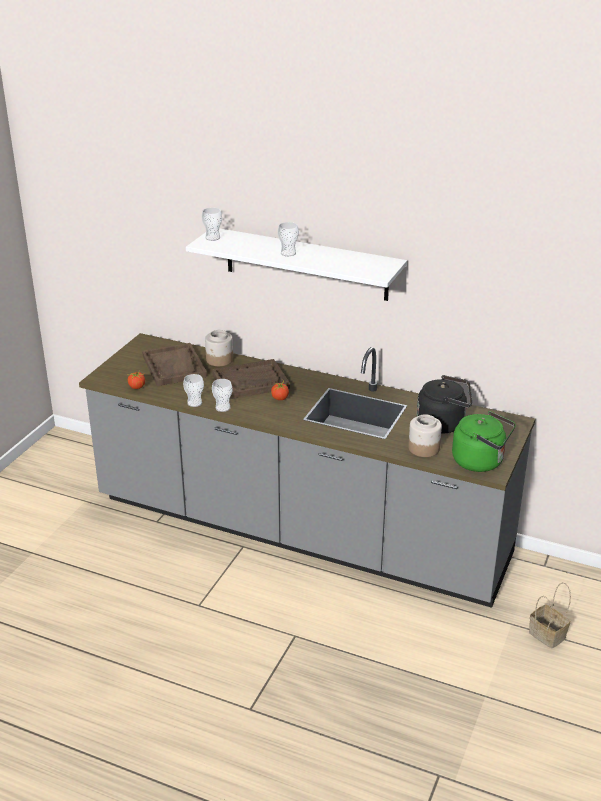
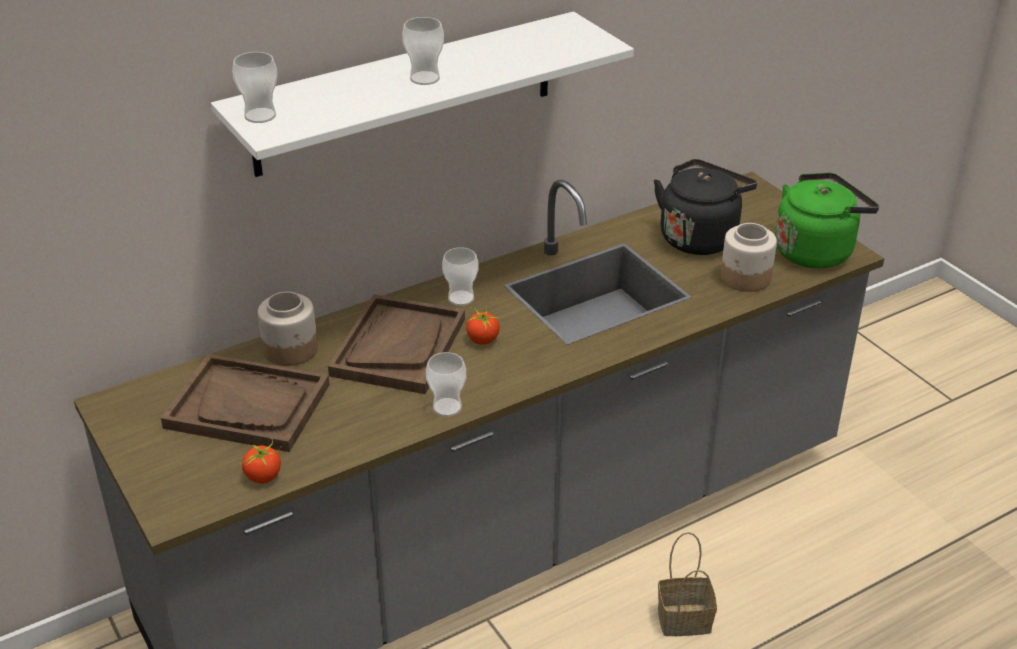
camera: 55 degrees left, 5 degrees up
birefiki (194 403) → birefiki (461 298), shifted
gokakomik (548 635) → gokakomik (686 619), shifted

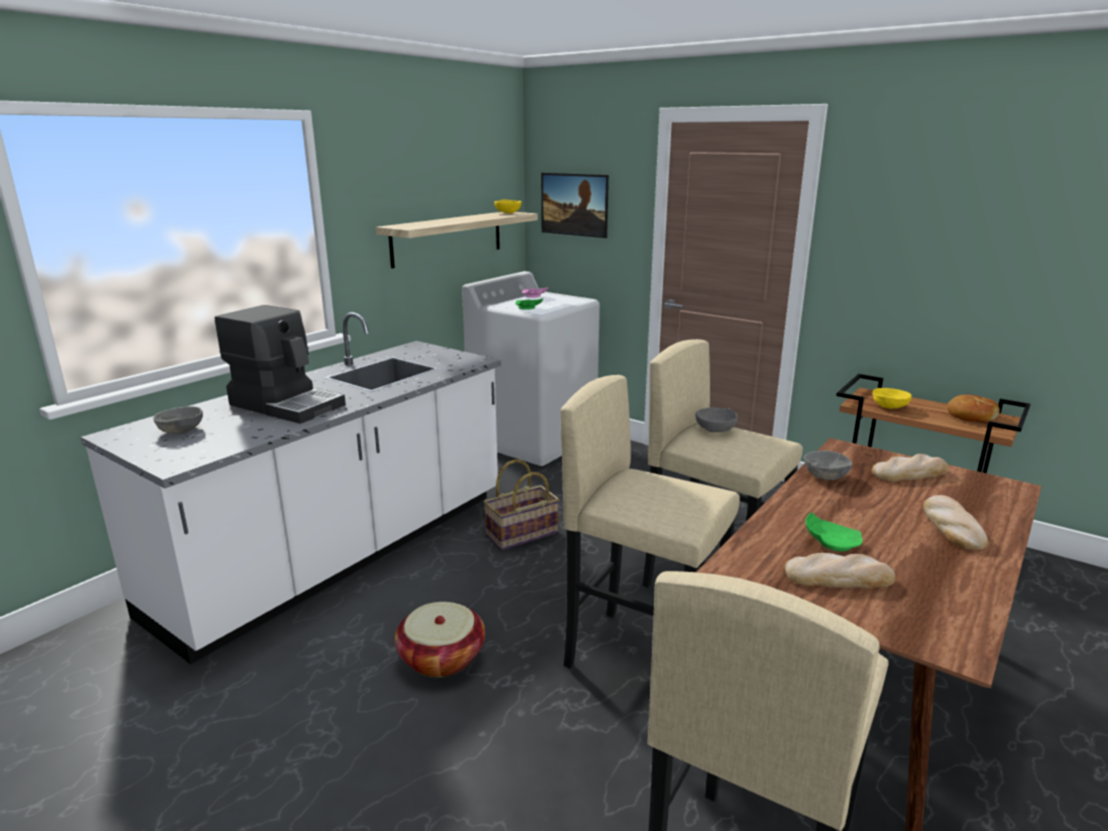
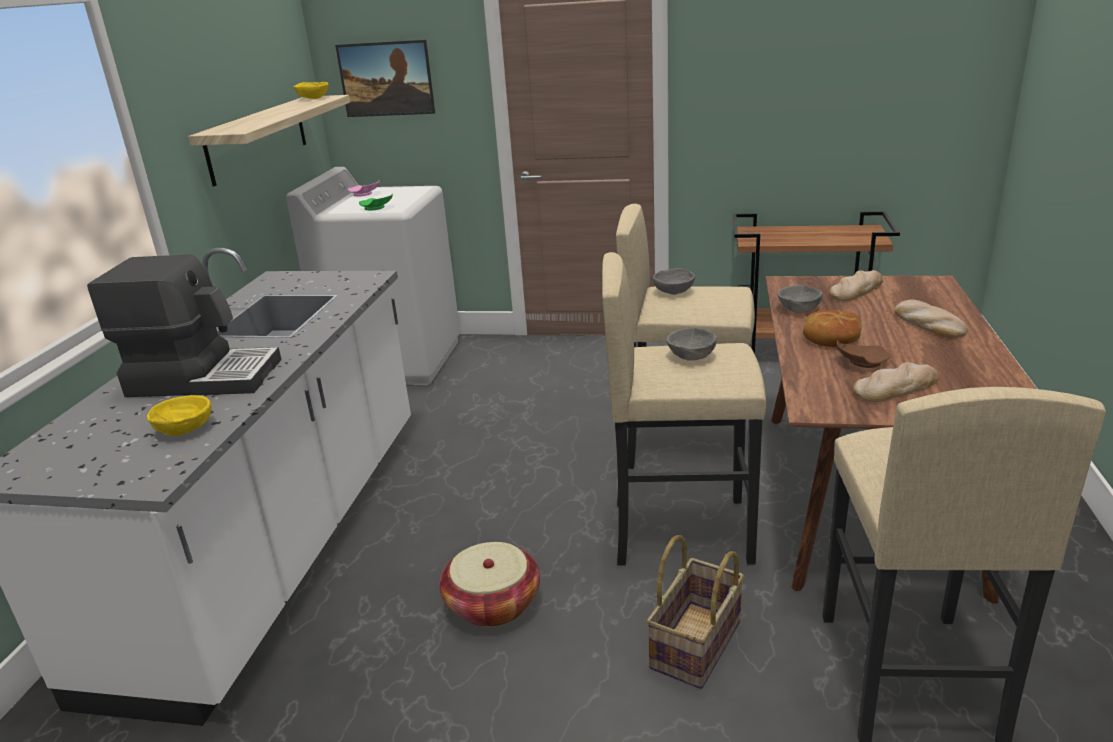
camera: 25 degrees left, 5 degrees up
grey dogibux (181 431) → grey dogibux (691 356), shifted
gokakomik (522 534) → gokakomik (697 645), shifted
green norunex (830 542) → brown norunex (861 362)
yellow dogibux (889 407) → yellow dogibux (185 429), shifted
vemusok (970 416) → vemusok (831 337), shifted

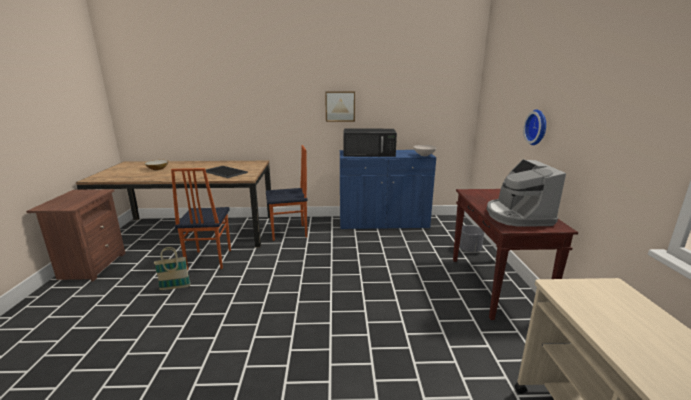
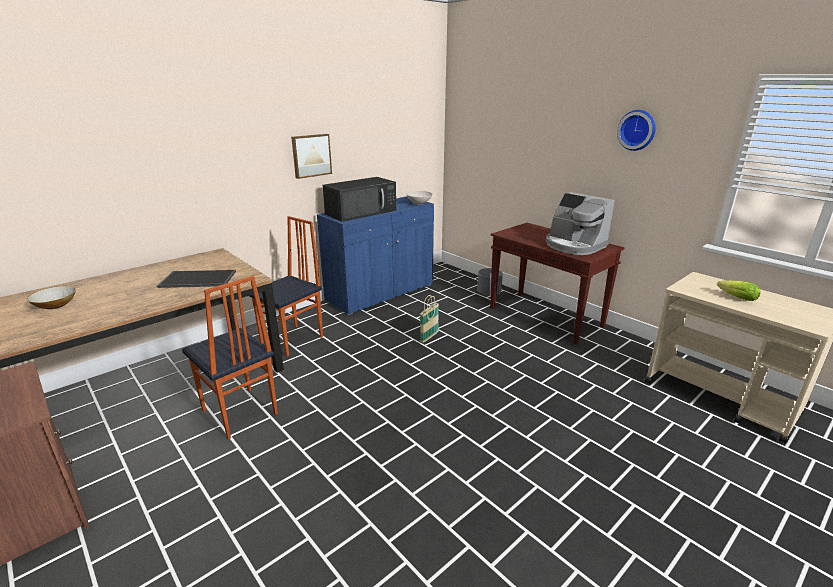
camera: 40 degrees left, 5 degrees up
gokakomik (175 287) → gokakomik (429 337), shifted
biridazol (537 127) → biridazol (637 130), shifted
- → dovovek (735 297)

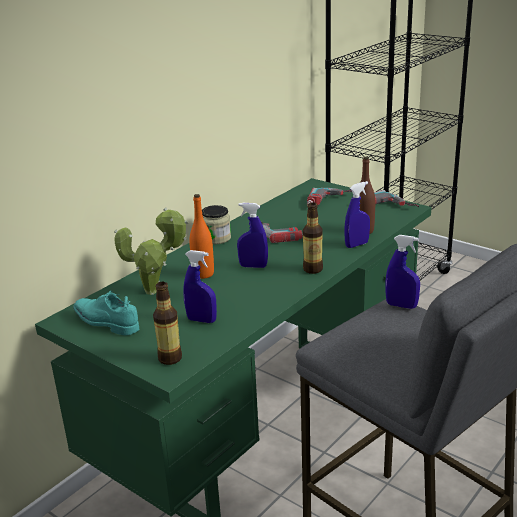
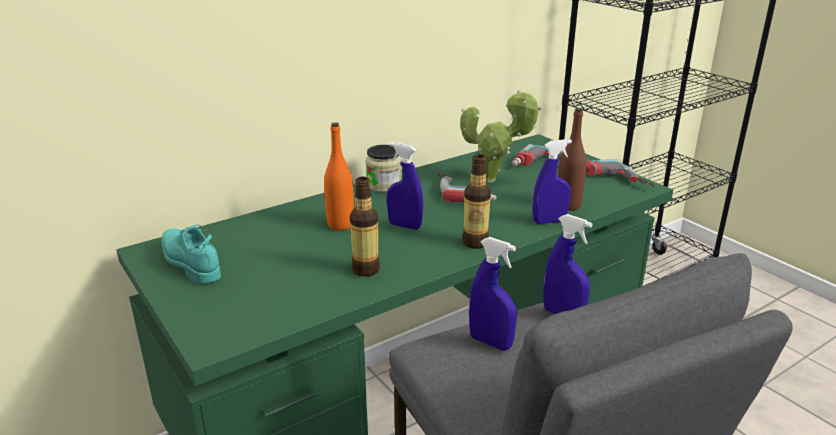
camera: 15 degrees right, 0 degrees up
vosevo (155 291) → vosevo (494 180), shifted
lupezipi (170 358) → lupezipi (365 269), shifted
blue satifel (201 320) → blue satifel (490 342), shifted

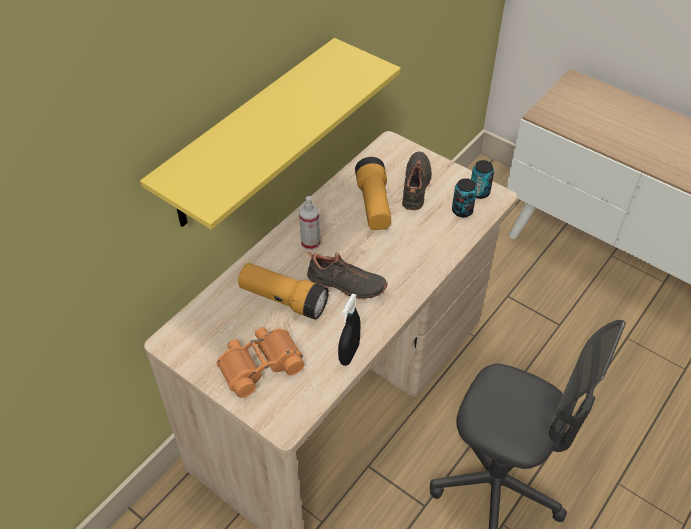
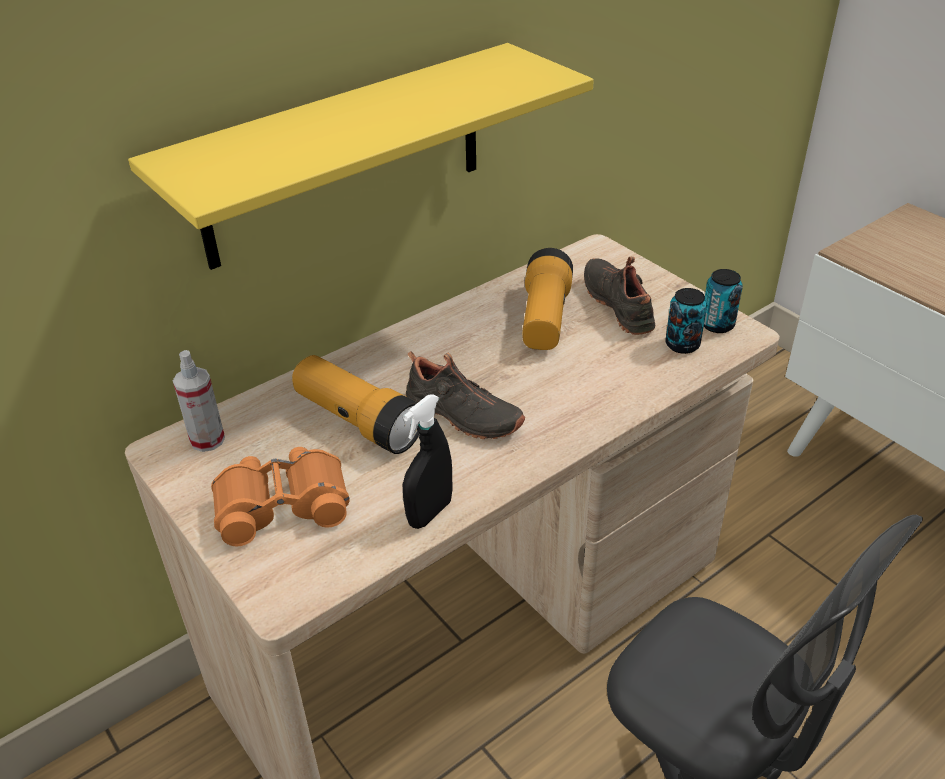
camera: 15 degrees right, 10 degrees down
satifel (310 243) → satifel (207 440), shifted
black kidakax (417 186) → black kidakax (620 304), 45 degrees counterclockwise

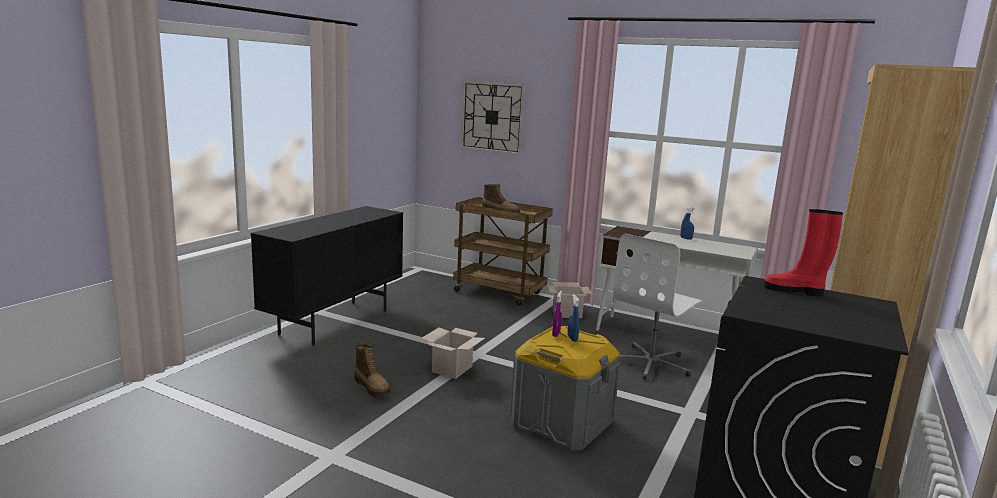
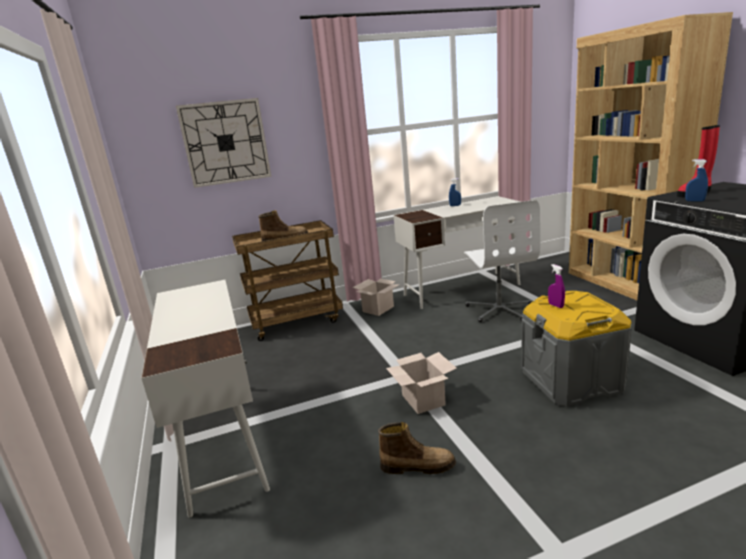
camera: 45 degrees left, 5 degrees up
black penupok (335 322) → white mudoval (222 439)
blue satifel (572 339) → blue satifel (694 201), shifted

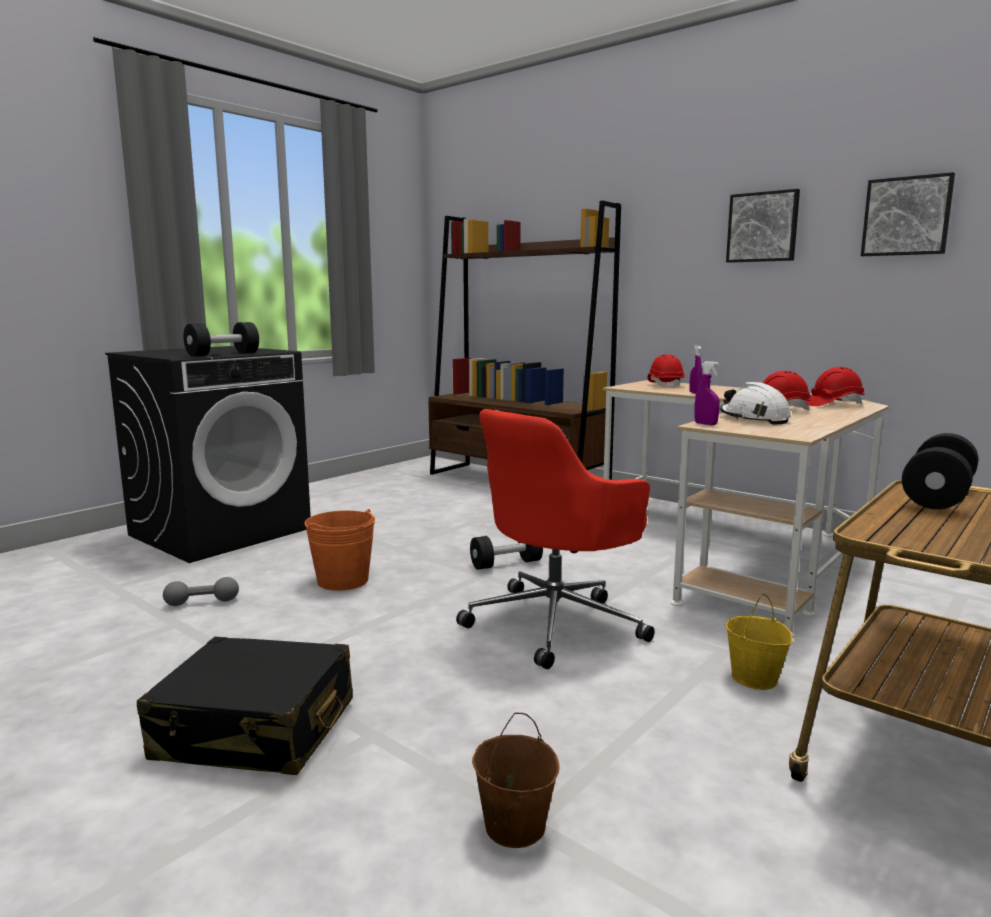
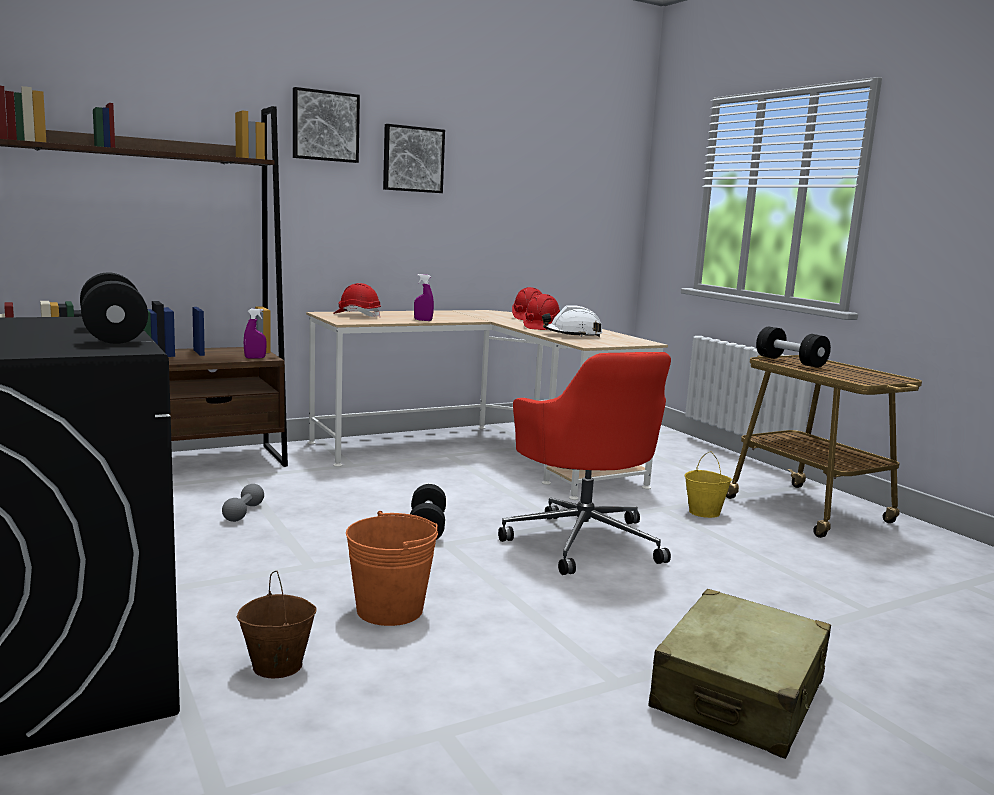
camera: 70 degrees left, 0 degrees up
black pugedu (256 730) → beige pugedu (739 695)
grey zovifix (202 602) → grey zovifix (243 513), shifted
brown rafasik (514 826) → brown rafasik (276 666), shifted
purple satifel (705 424) → purple satifel (255 358), shifted
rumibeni (907 216) → rumibeni (325 126), shifted

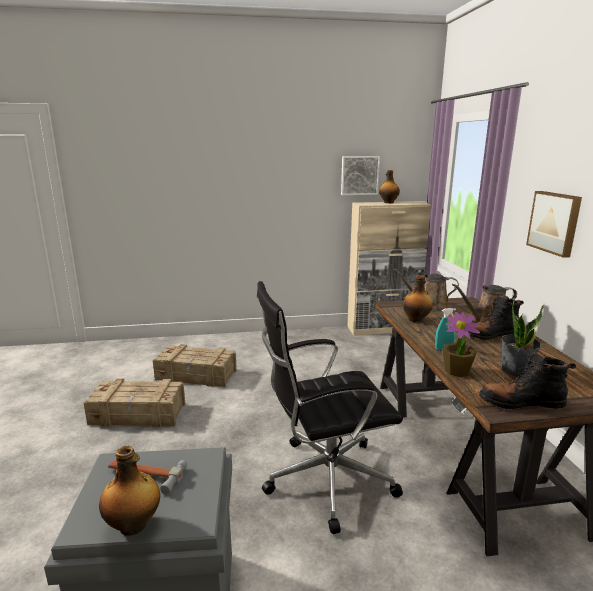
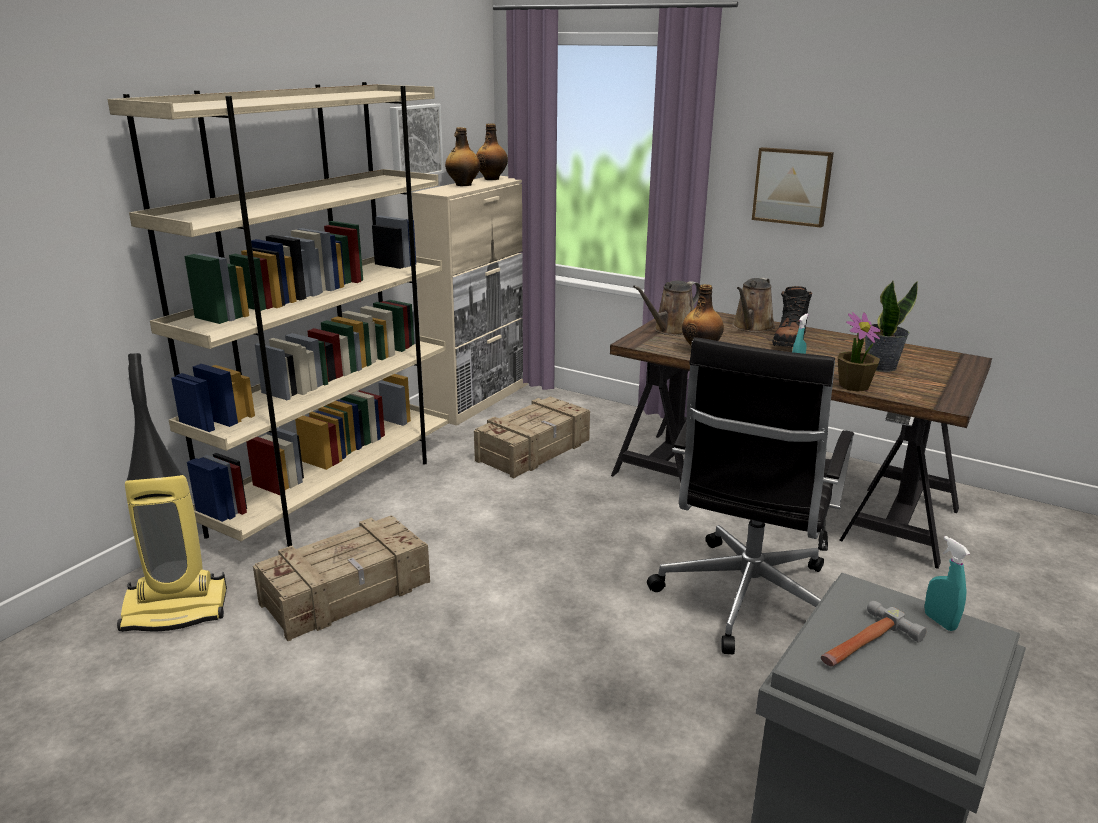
camera: 50 degrees left, 5 degrees up
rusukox (138 414) → rusukox (534 450), shifted
lupezipi (134 525) → lupezipi (492 179), shifted
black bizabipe (521 403) → -
- → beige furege (335 490)
- → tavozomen (177 609)
- → turquoise satifel (939 621)

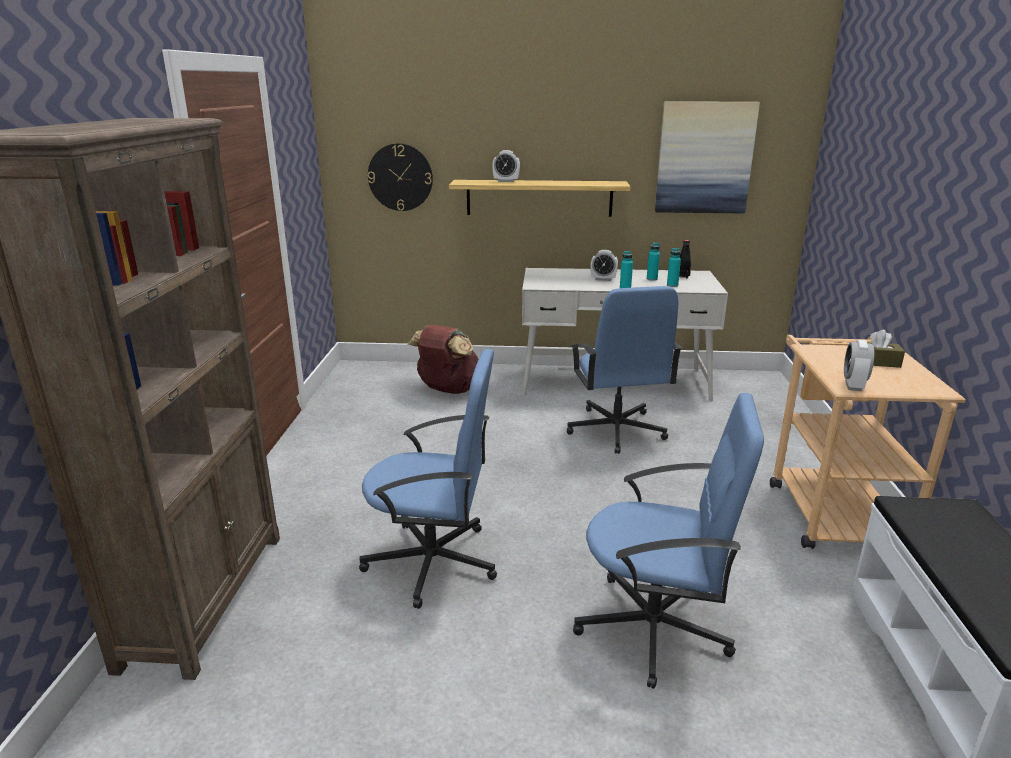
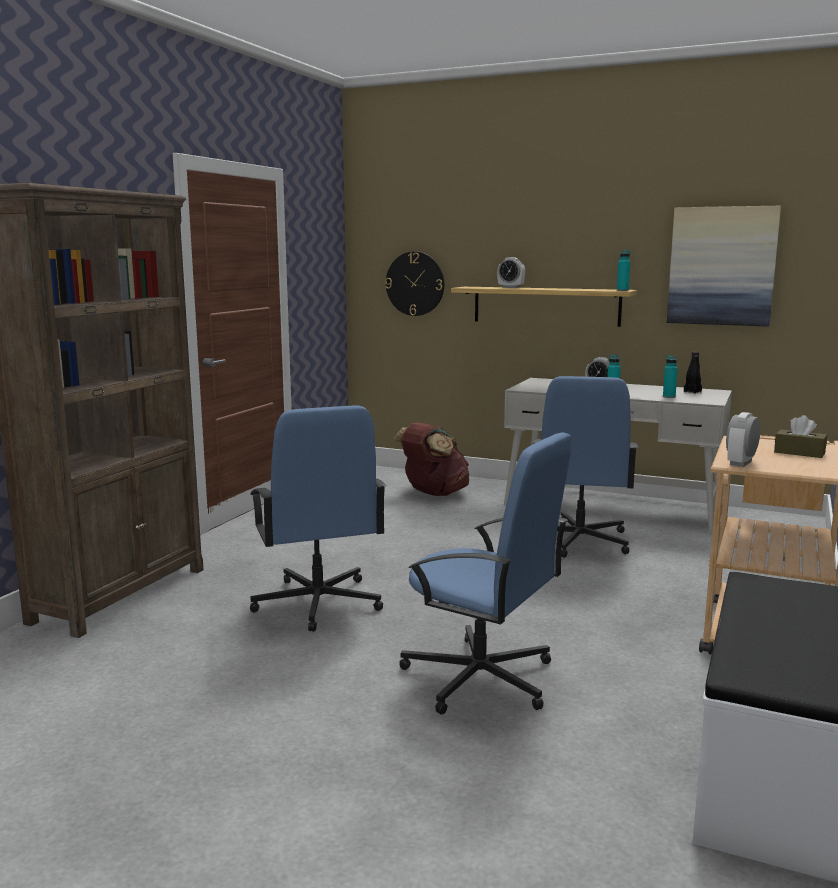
camera: 20 degrees right, 10 degrees down
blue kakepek (434 562) → blue kakepek (317 603), 45 degrees clockwise
turquoise lupezipi (652 279) → turquoise lupezipi (622 290), shifted

